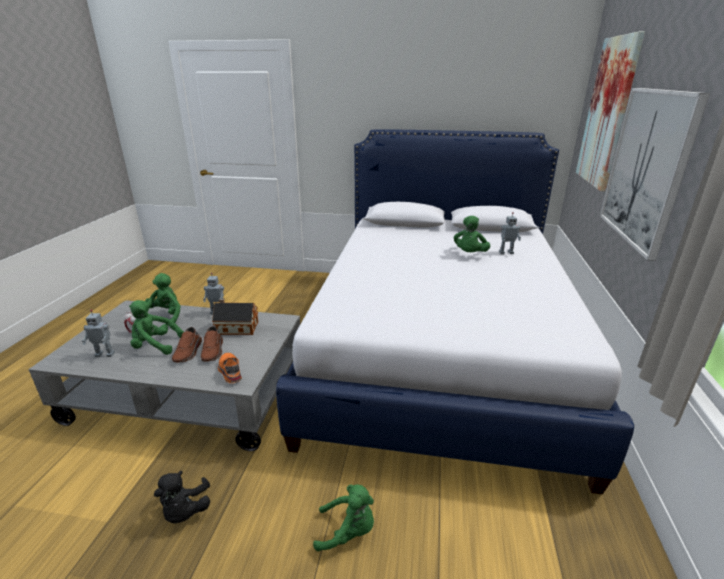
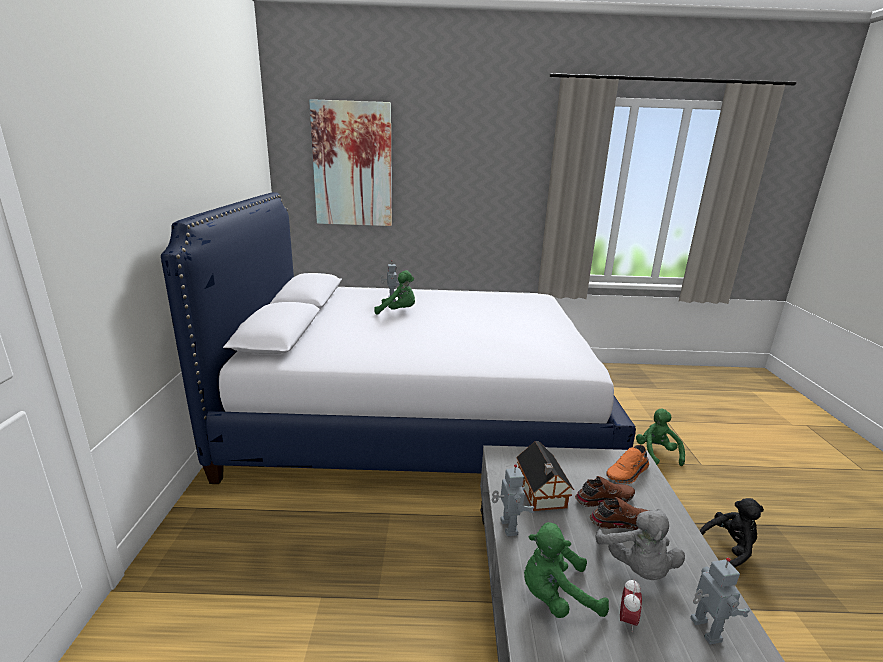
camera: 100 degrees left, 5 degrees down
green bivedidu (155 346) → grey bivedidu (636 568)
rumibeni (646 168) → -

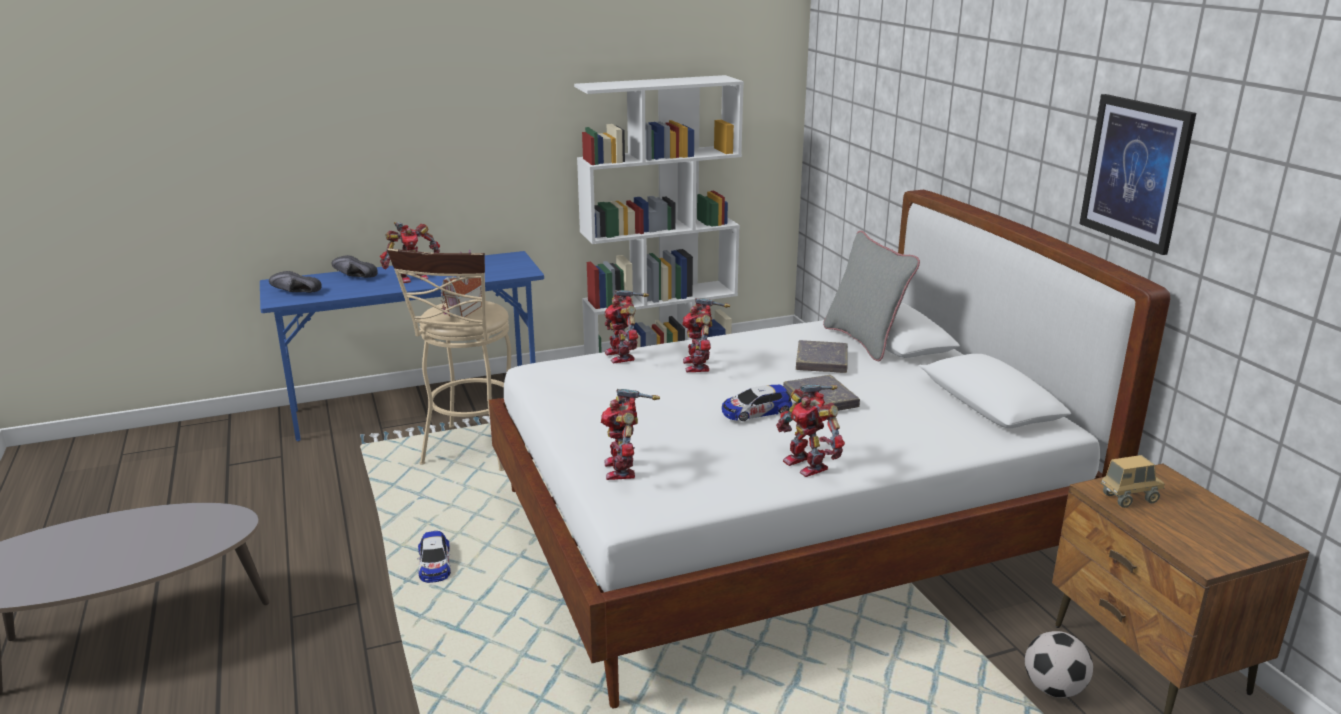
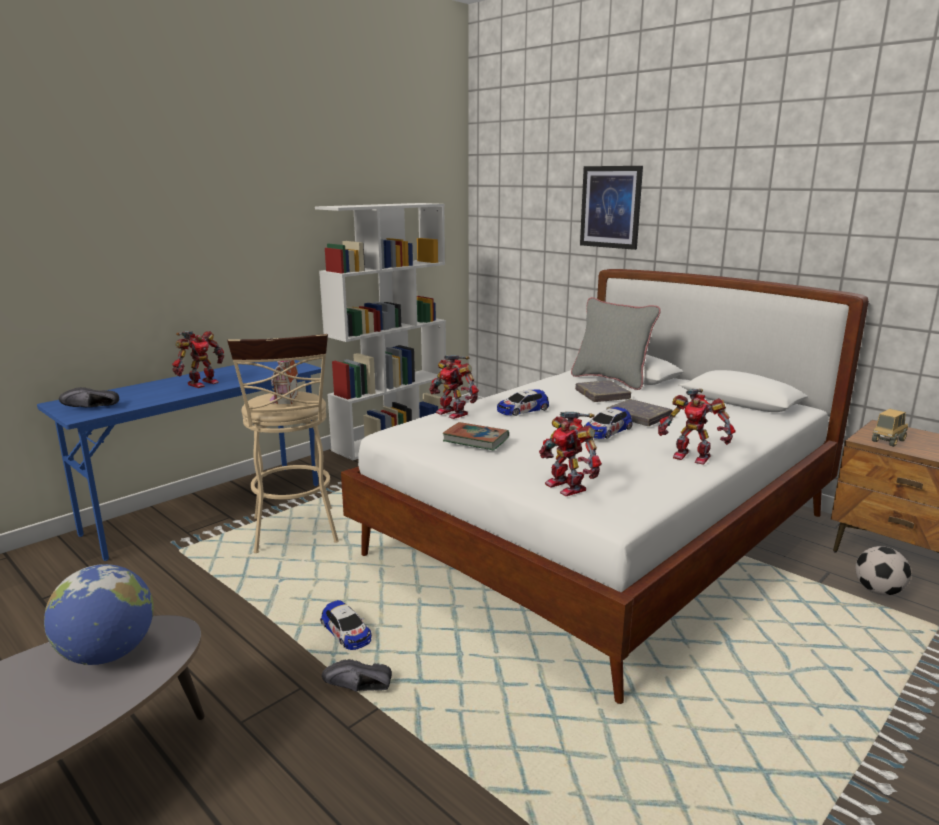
camera: 25 degrees left, 5 degrees down
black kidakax (353 277) → black kidakax (359 690), shifted
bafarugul (699 365) → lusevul (522 410)
rumibeni (1135 172) → rumibeni (610 207), shifted
- → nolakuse (108 654)
- → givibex (476 440)

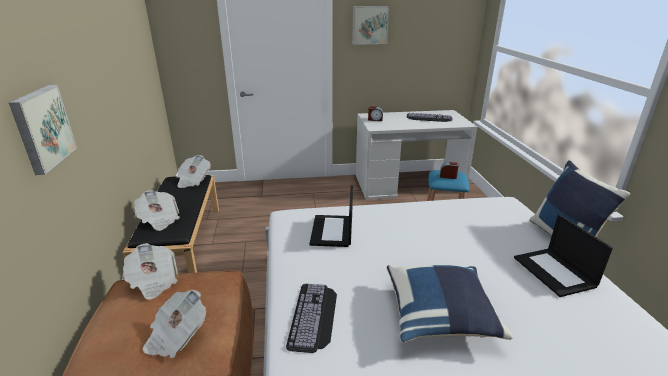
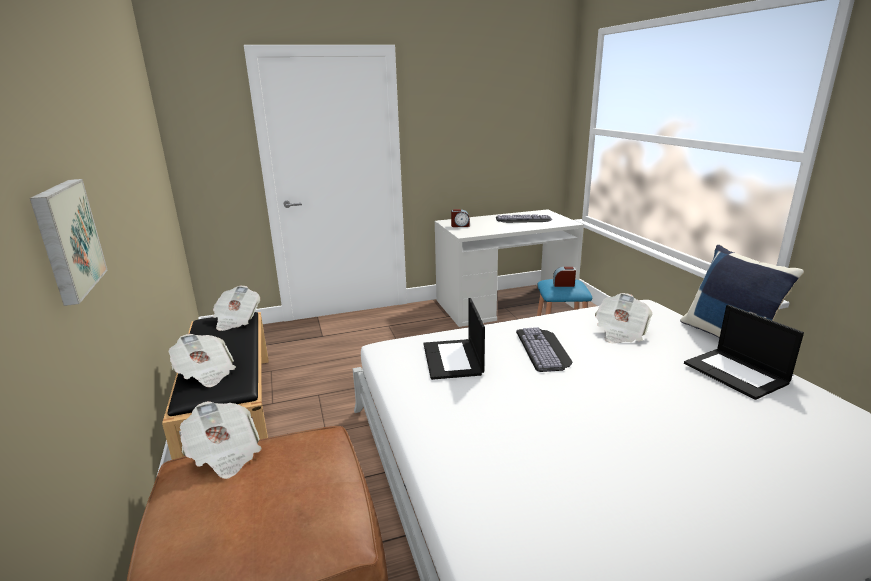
camera: 10 degrees left, 5 degrees down
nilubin (176 336) → nilubin (620 332), shifted
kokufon (314 316) → kokufon (544 349), shifted
rumibeni (369 25) → -
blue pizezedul (440 316) → -

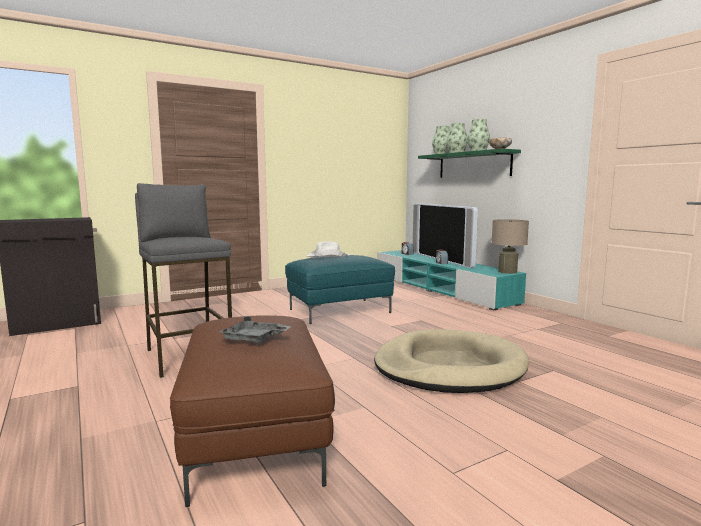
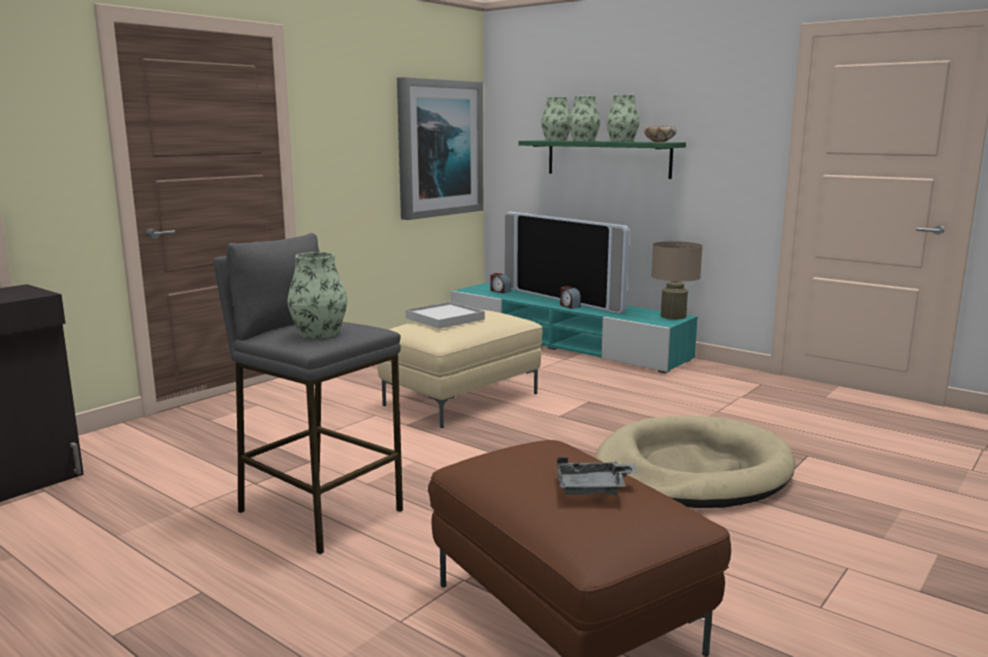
camera: 20 degrees left, 5 degrees up
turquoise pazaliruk (339 311) → beige pazaliruk (461 399)
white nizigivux (328 256) → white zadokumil (445 318)
- → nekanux (319 333)
- → rumibeni (439 148)

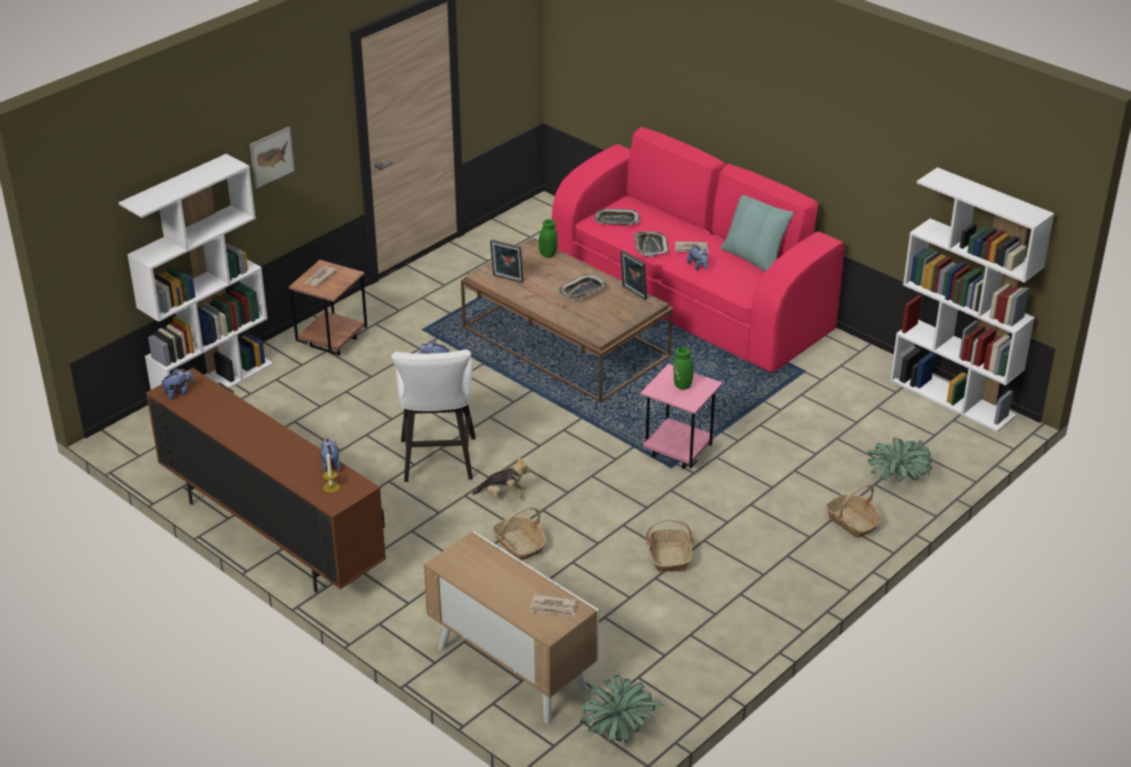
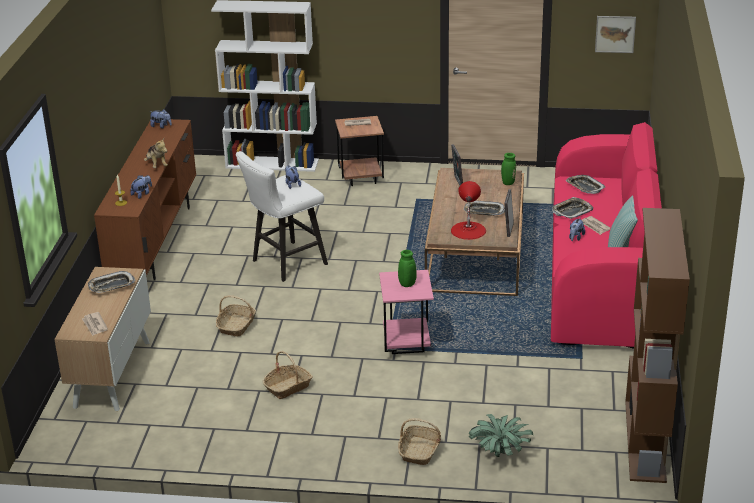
camera: 55 degrees right, 5 degrees down
rumibeni (271 157) → rumibeni (615 34), shifted
bivedidu (503 495) → bivedidu (156 165), shifted
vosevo (618 729) → -
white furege (953 398) → brown furege (646 441)
- → zadokumil (111 286)
- → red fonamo (468 230)

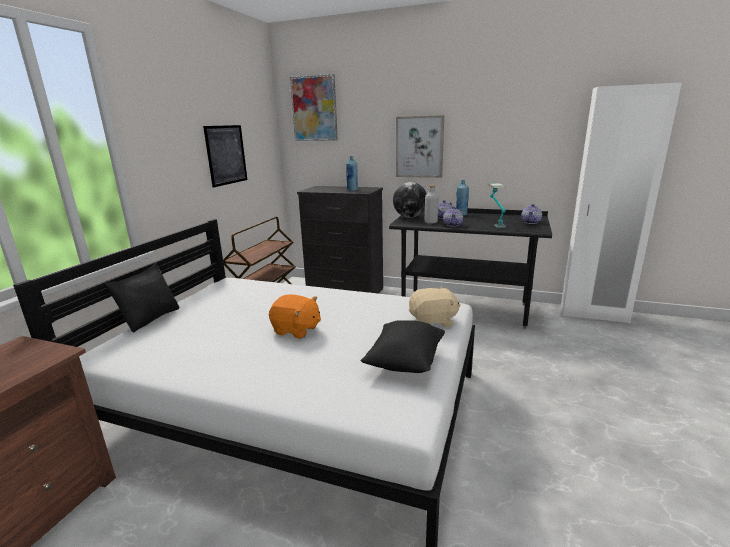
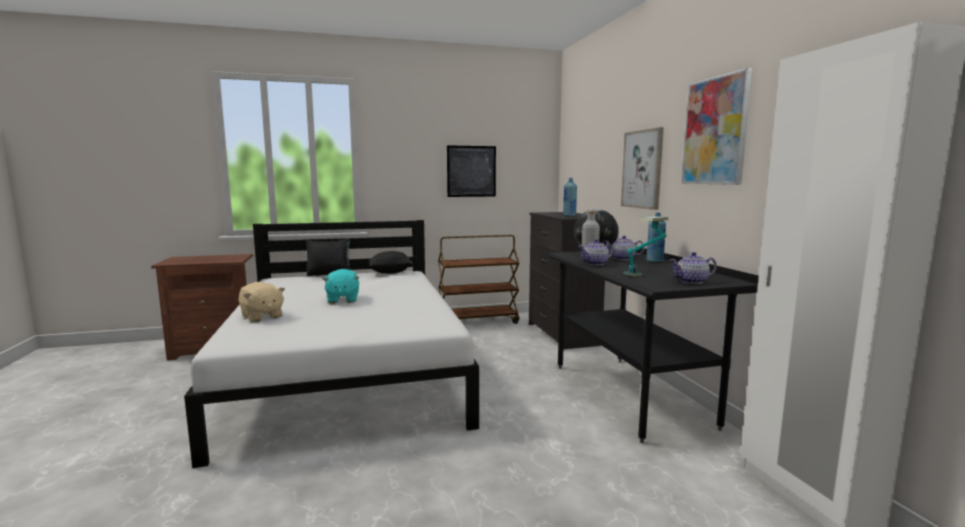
camera: 55 degrees right, 10 degrees down
orange bivedidu (296 330) → turquoise bivedidu (342 299)
rumibeni (314 109) → rumibeni (715 131), shifted
black pizezedul (405 362) → black pizezedul (390 272), shifted
beige bivedidu (433 322) → beige bivedidu (262 316), shifted

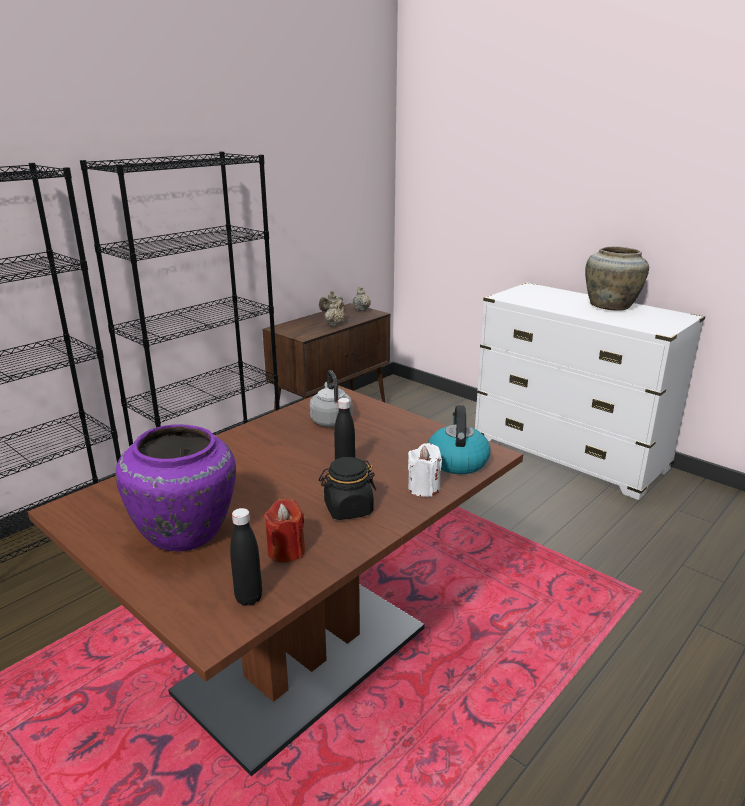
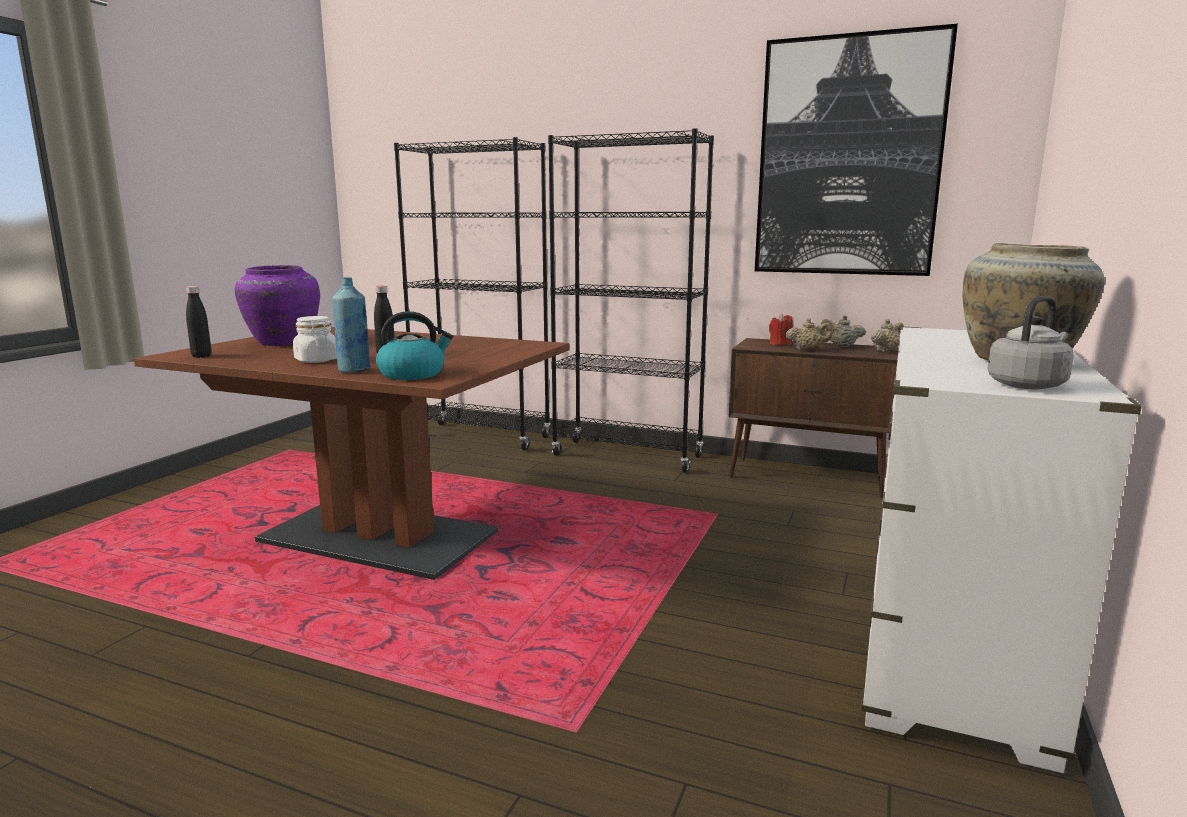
camera: 70 degrees right, 10 degrees down
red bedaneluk (286 551) → red bedaneluk (780 344), shifted
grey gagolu (331 420) → grey gagolu (1028 385), shifted
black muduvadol (348 509) → white muduvadol (316 360)
white bedaneluk (424 488) → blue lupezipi (354 370)
- → rumibeni (848 158)

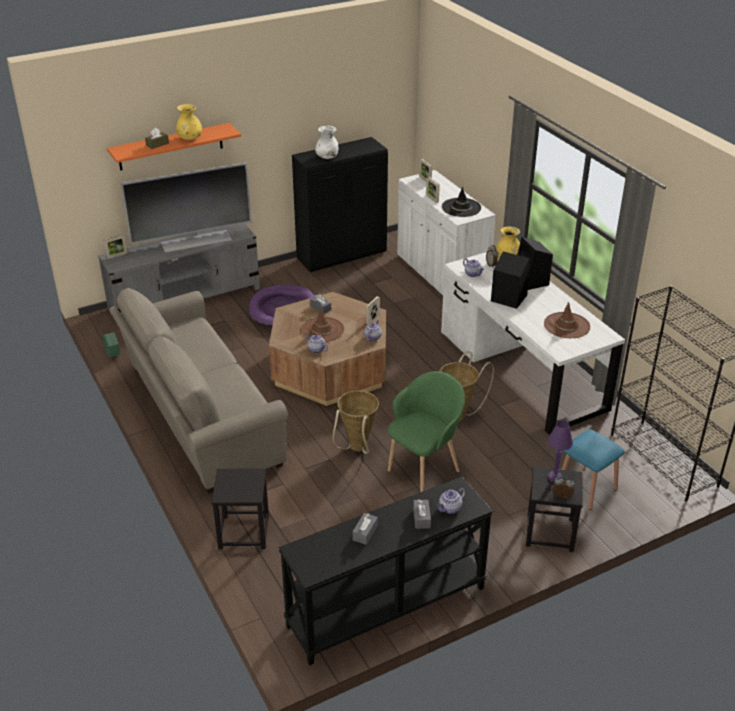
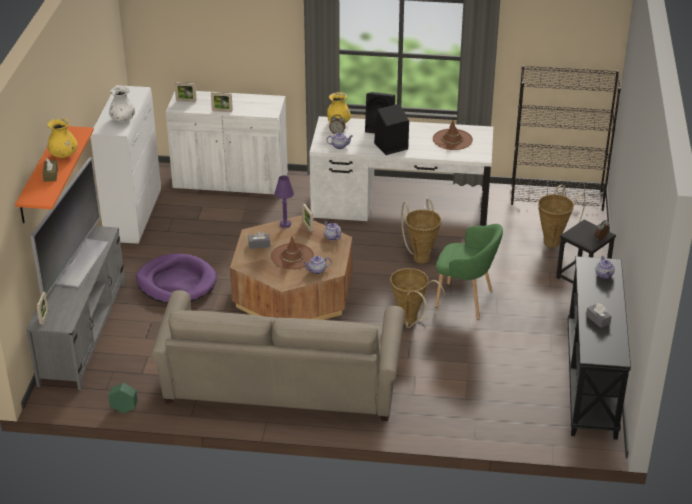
camera: 55 degrees left, 0 degrees up
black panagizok (243 532) → -
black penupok (342 256) → white penupok (133 216)
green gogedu (424 468) → green gogedu (466 300), 120 degrees clockwise
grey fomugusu (421 518) → -
black nizigivux (461 207) → -
purple fonamo (555 477) → purple fonamo (285 224), shifted
blue panagizok (586 488) → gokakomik (554 241)

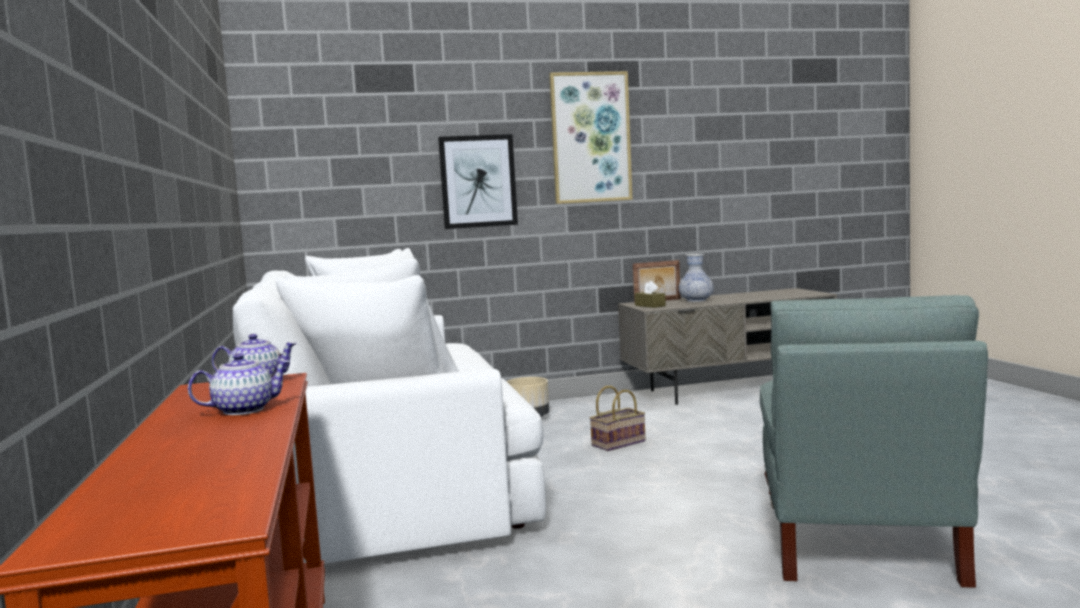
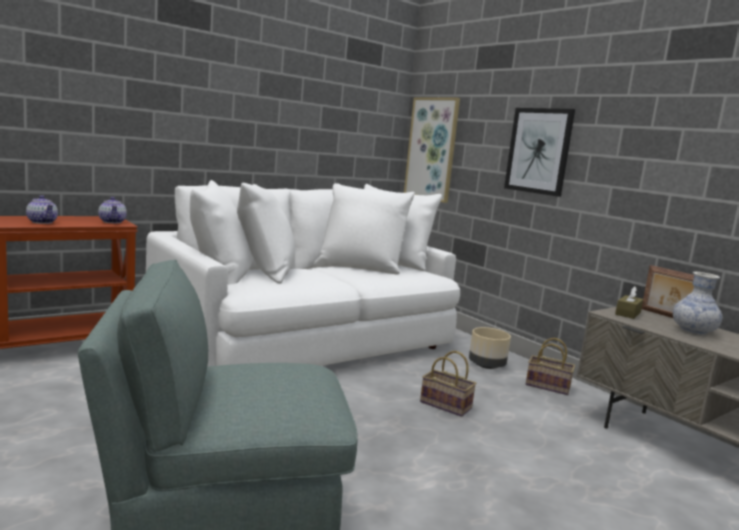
camera: 65 degrees right, 5 degrees up
rumibeni (590 138) → rumibeni (432 149), shifted
- → gokakomik (549 386)

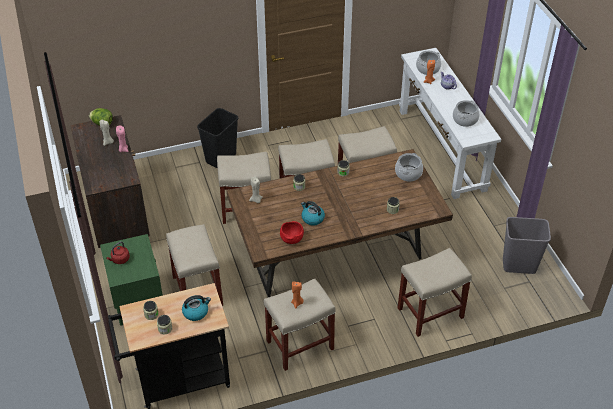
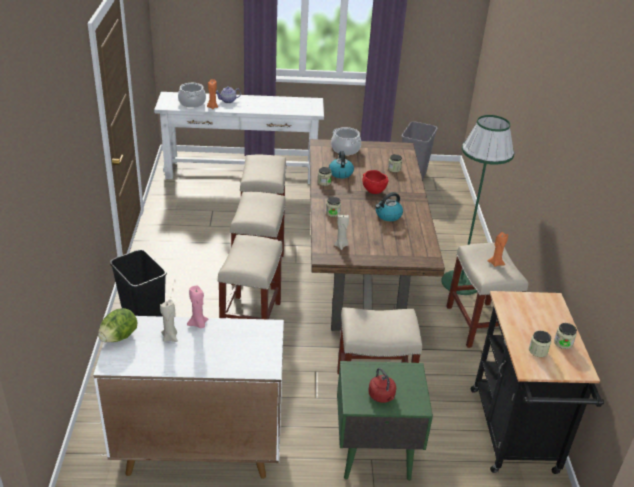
camera: 75 degrees left, 10 degrees down
brown penupok (117 218) → white penupok (198 449)
gagolu (196 312) → gagolu (340 173), shifted
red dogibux (291 239) → red dogibux (373 191), shifted
beige panagizok (429 313) → -
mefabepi (465 120) → -
- → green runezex (461 282)

